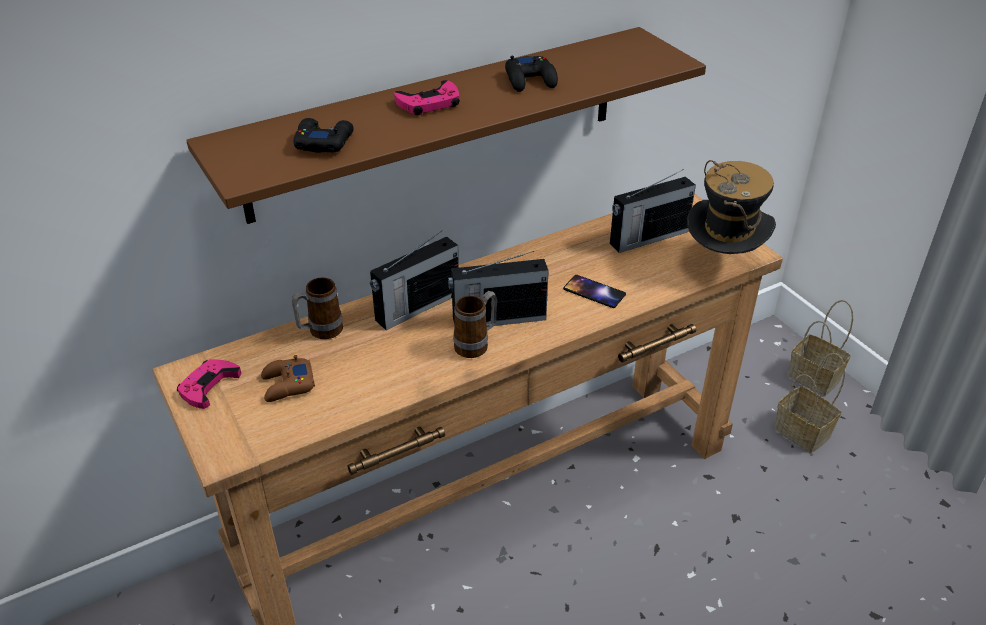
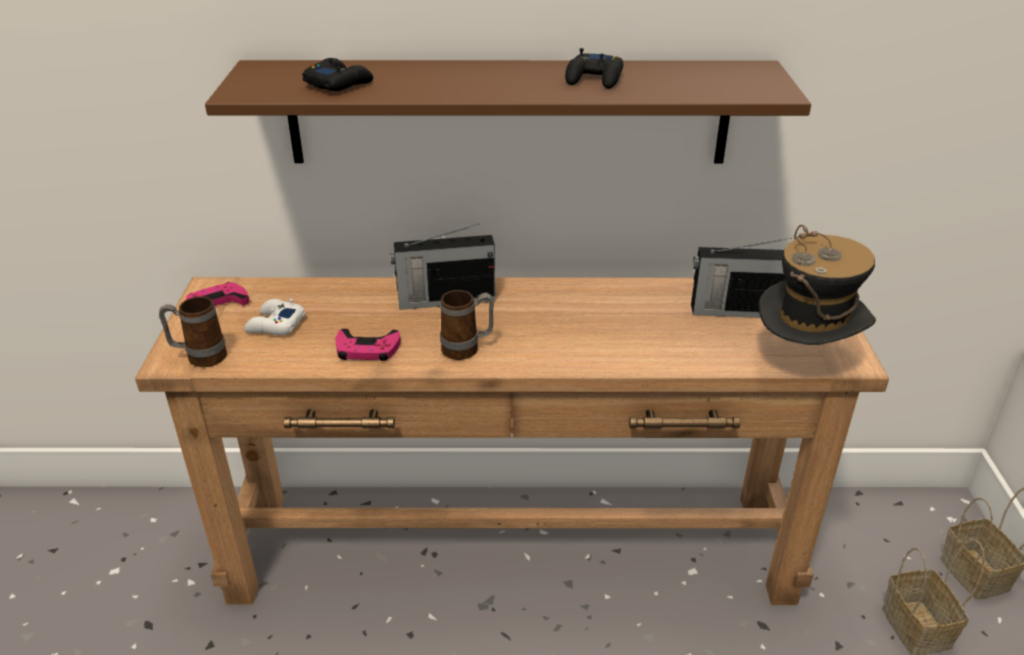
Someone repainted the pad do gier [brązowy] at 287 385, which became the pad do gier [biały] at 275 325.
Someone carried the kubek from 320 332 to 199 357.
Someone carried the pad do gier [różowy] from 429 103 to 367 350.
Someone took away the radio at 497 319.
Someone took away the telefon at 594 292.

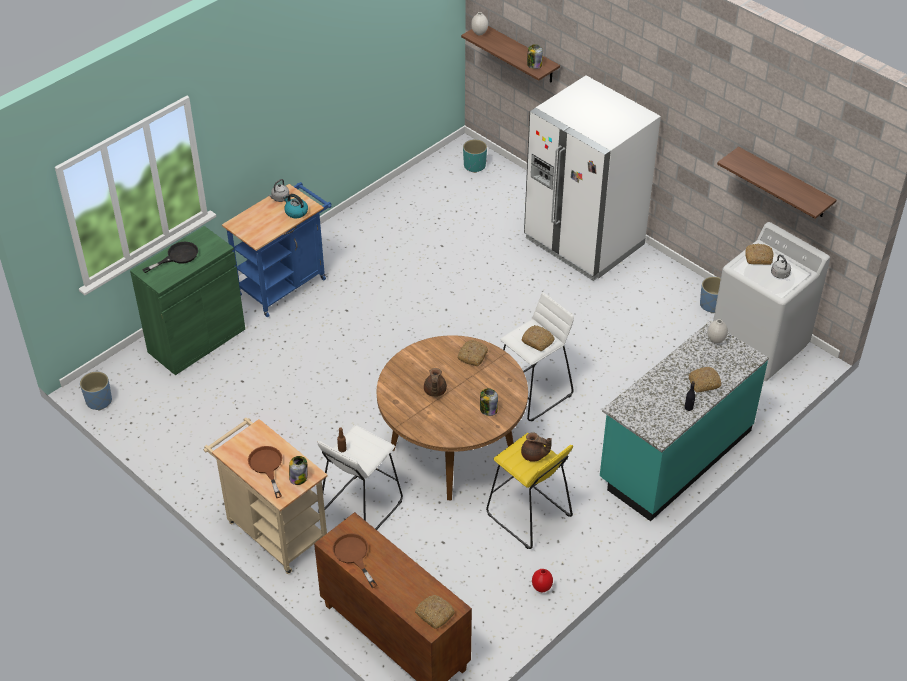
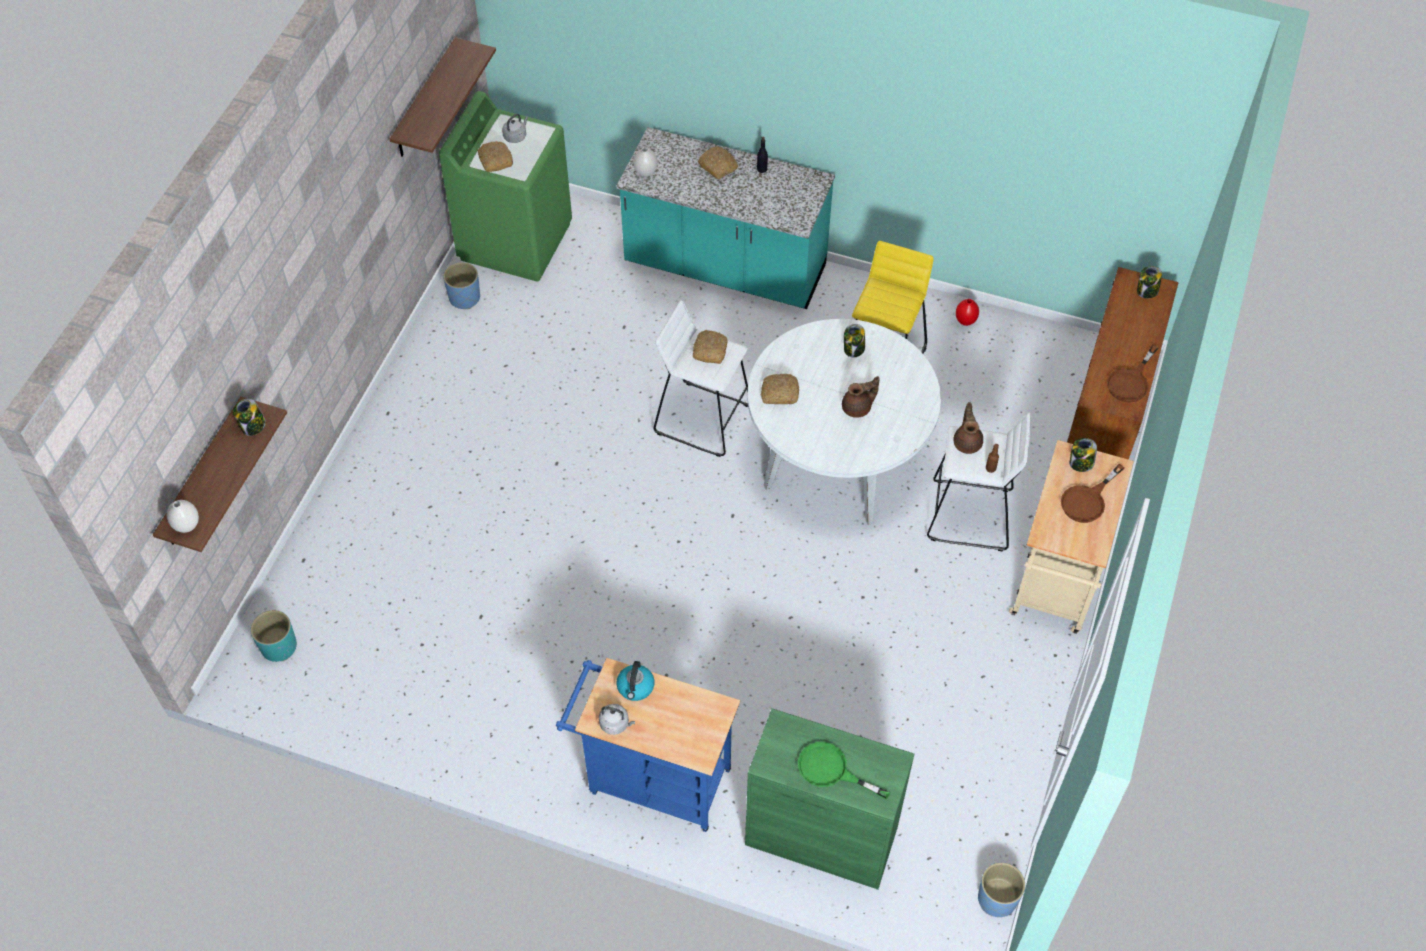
Someone repainted the patelnia [czarny] at 177 256, which became the patelnia [zielony] at 831 770.
Someone repainted the stół jadalny [brązowy] at 452 450, which became the stół jadalny [biały] at 836 462.
Someone swapped the chleb at 434 614 for the słoik at 1147 291.
Someone carried the imbryk [brązowy] from 534 455 to 967 442.
Someone took away the lodówka [biały] at 583 242.
Someone repainted the pralka [biały] at 759 346, which became the pralka [zielony] at 515 240.

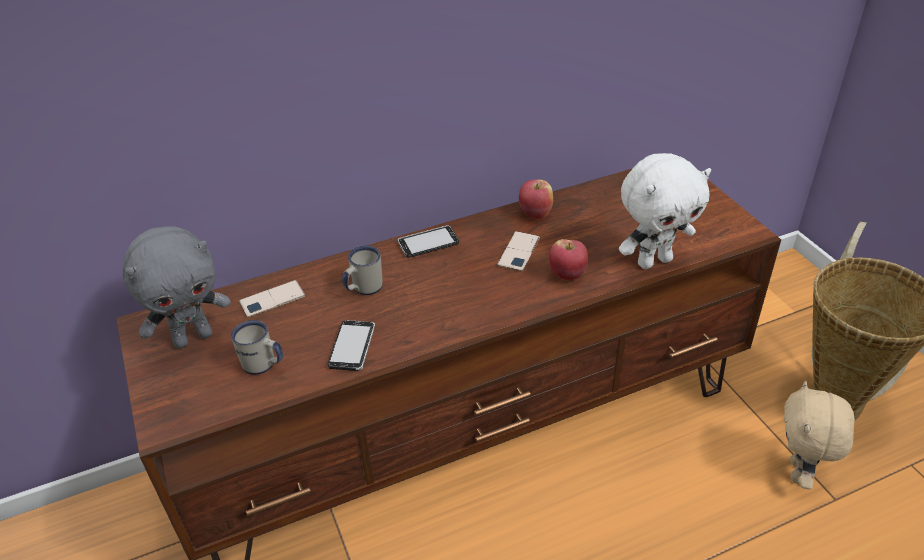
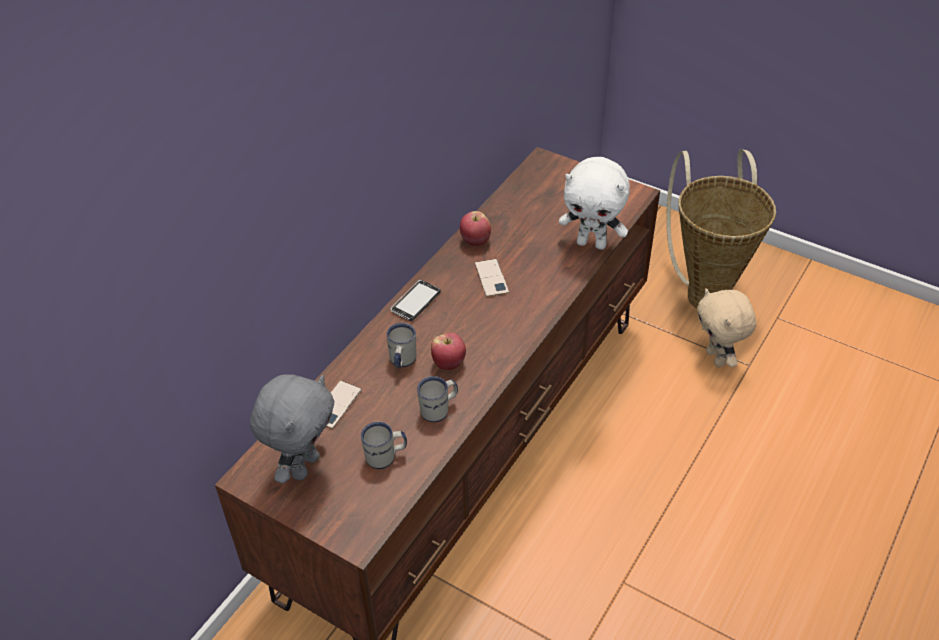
Someone swapped the telefon at 352 347 for the kubek [biały] at 439 409.
Someone carried the jabłko from 567 275 to 449 363.
Someone rotated the pluszak [biały] at 654 261 by 75 degrees clockwise.

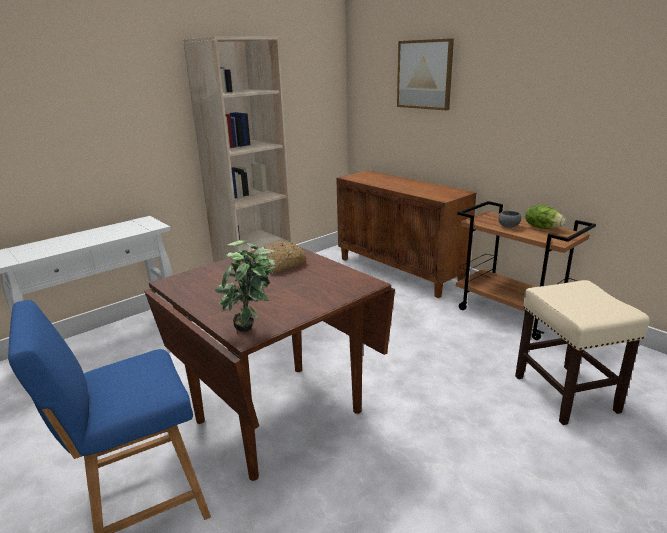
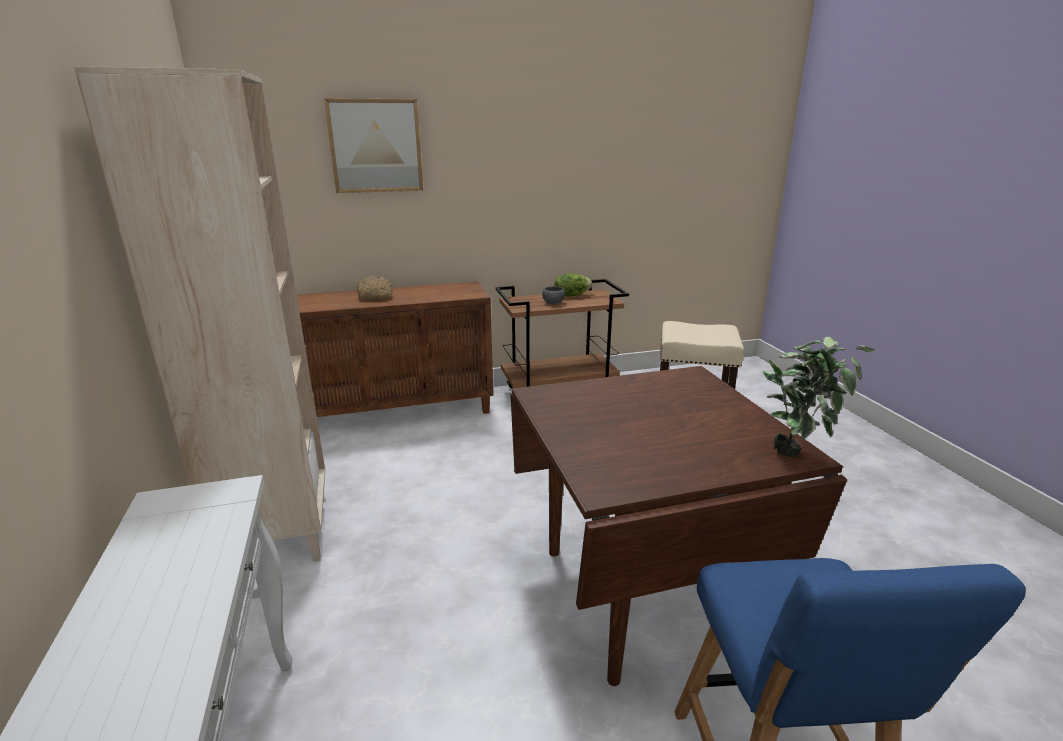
Someone carried the chleb from 281 264 to 376 296.

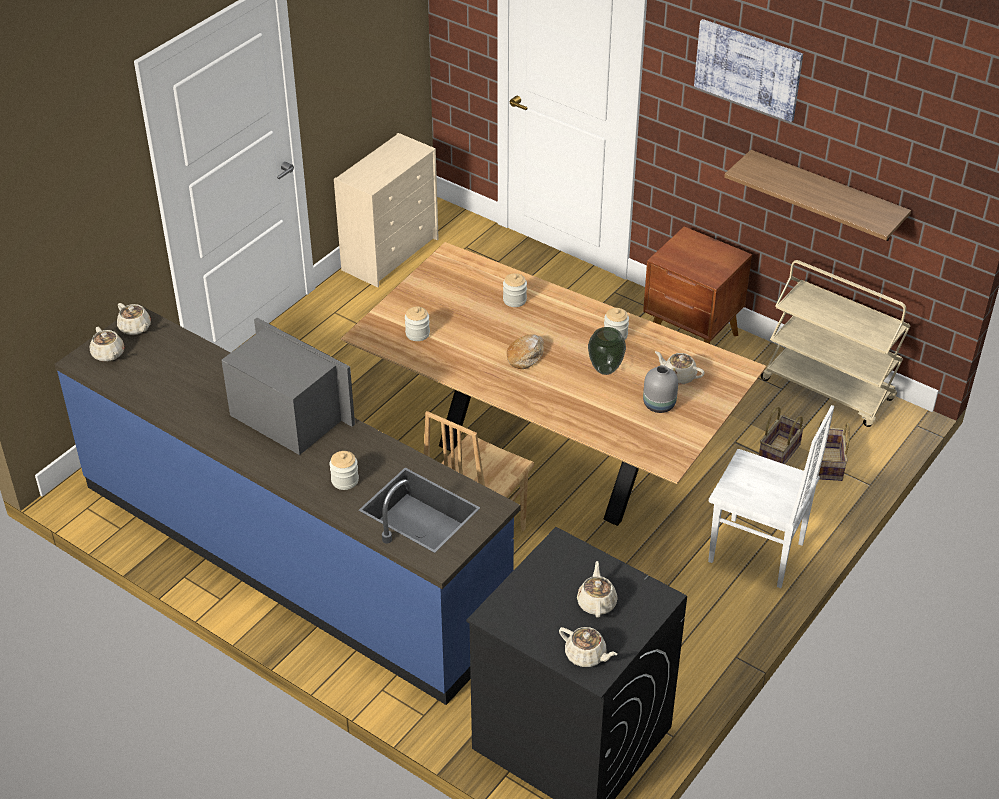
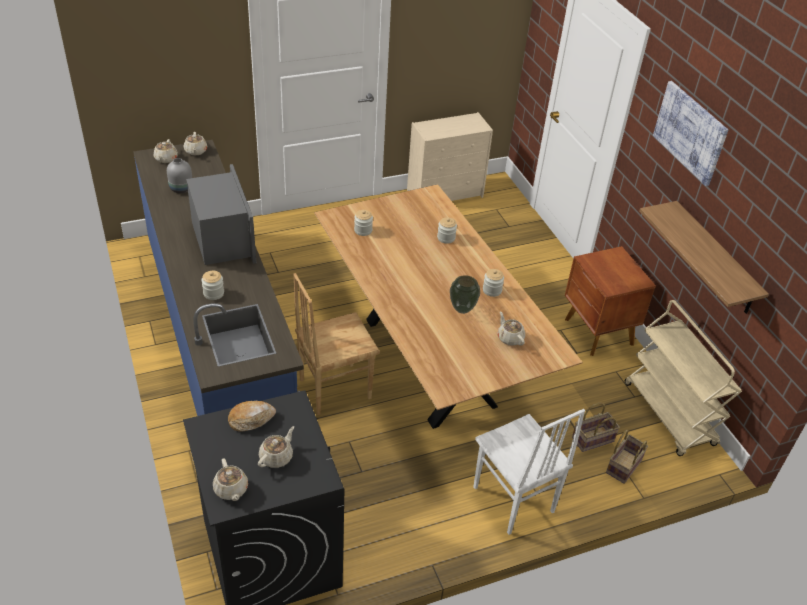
Someone carried the chleb from 526 356 to 251 419.
Someone carried the wazon [szary] from 660 405 to 181 189.

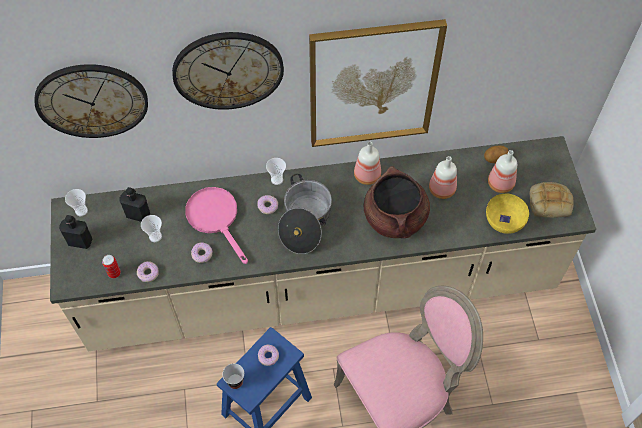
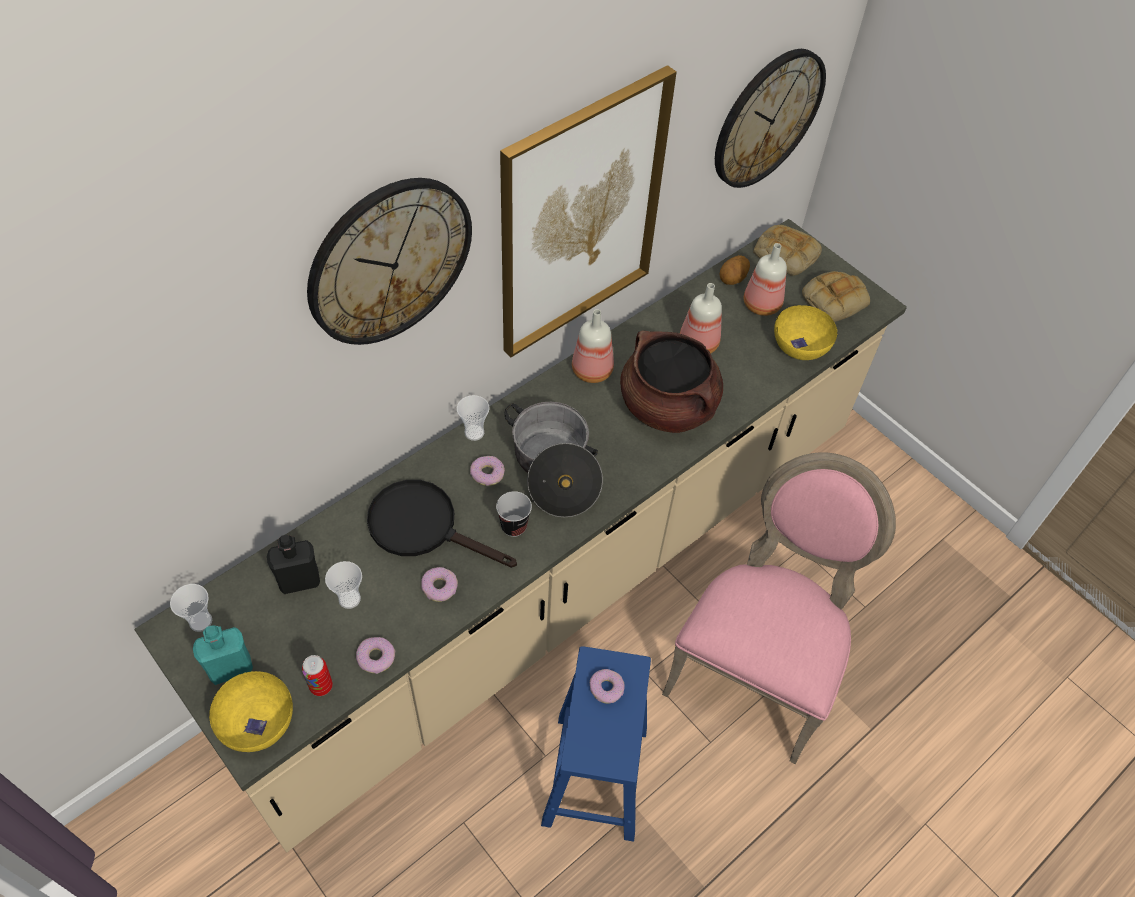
Someone carried the zegar ścienny from 92 100 to 767 118.
Someone repainted the butelka [czarny] at 80 241, which became the butelka [turkusowy] at 231 668.
Someone repainted the patelnia [różowy] at 216 218, which became the patelnia [czarny] at 424 526.
Someone carried the filiżanka from 235 382 to 514 526.
Someone put down the miska [żółty] at 258 722.
Someone put down the chleb at 784 254.

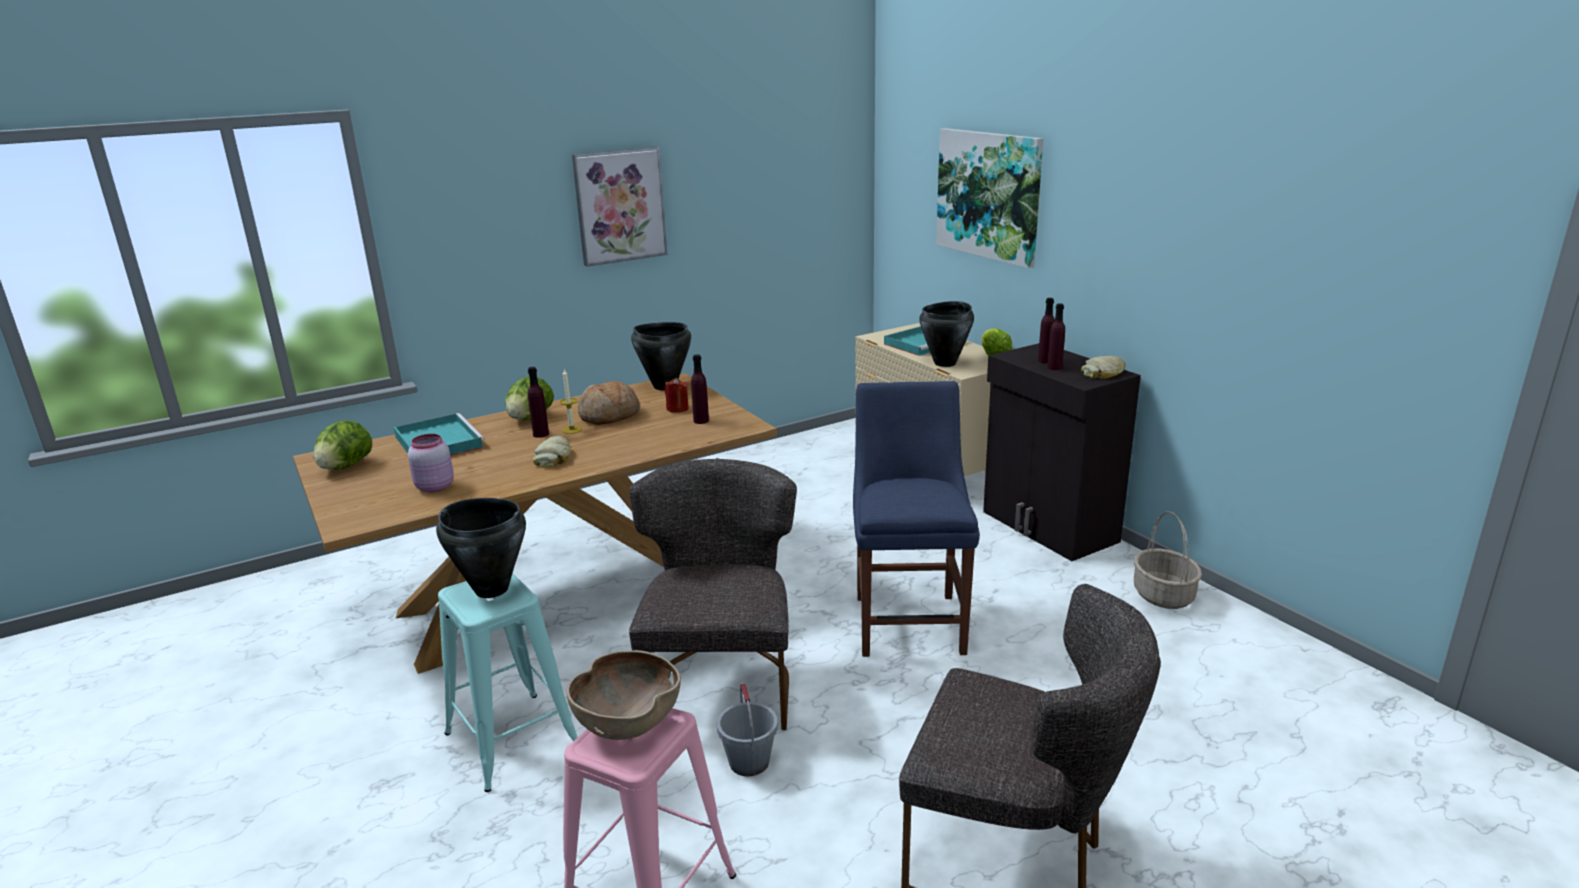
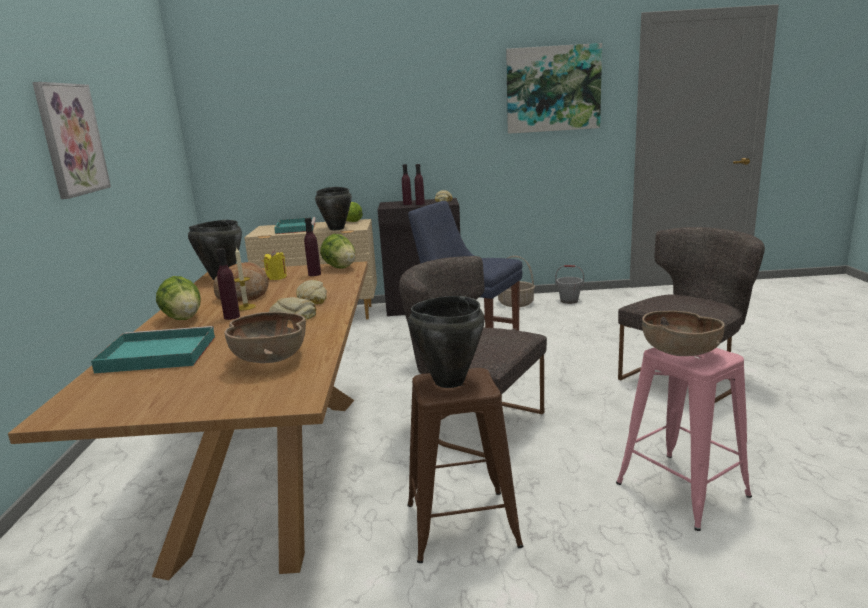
Someone carried the sałata from 345 466 to 340 267.
Someone swapped the słoik [różowy] at 434 486 for the miska [brązowy] at 270 359.
Someone repainted the stołek [turkusowy] at 512 740, which became the stołek [brązowy] at 462 525.
Someone repainted the świeca [czerwony] at 677 409, which became the świeca [żółty] at 277 277.
Someone carried the wiadro [szary] from 749 762 to 569 301.
Someone carried the obraz from 989 195 to 553 89.
Someone put down the chleb at 312 299.

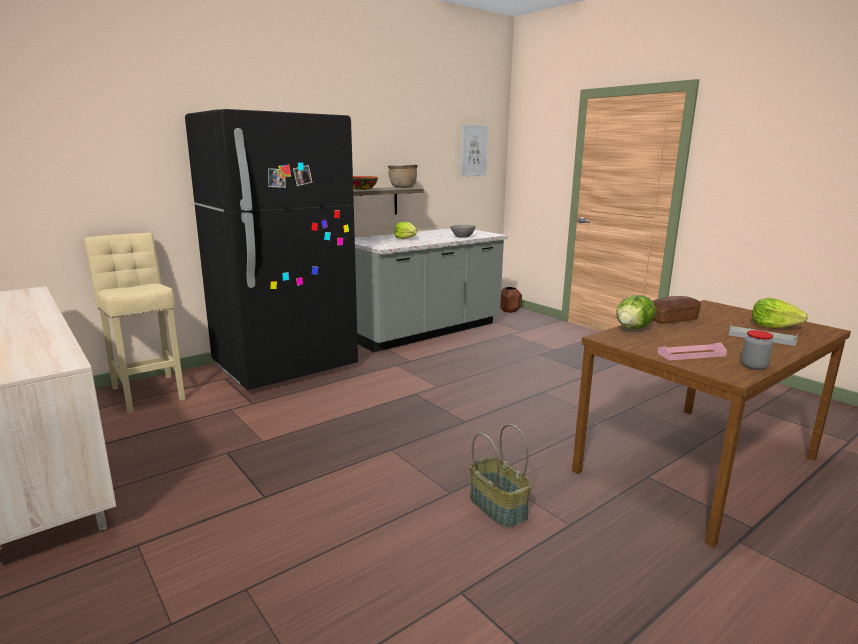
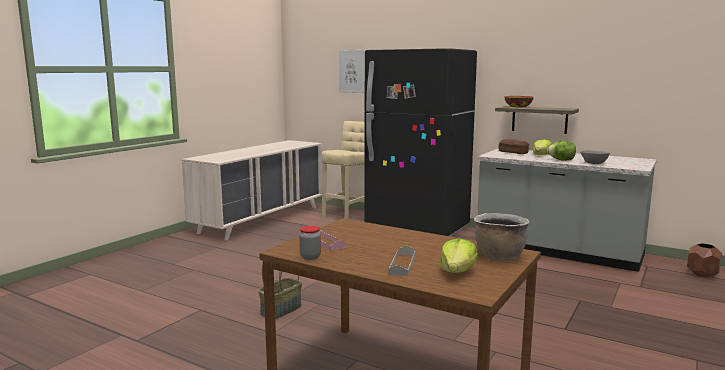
Someone carried the garnek [brązowy] from 402 187 to 499 256.
Someone carried the obraz from 474 150 to 351 71.
Someone carried the sałata from 633 328 to 561 160.
Someone carried the chleb from 672 319 to 513 152.

